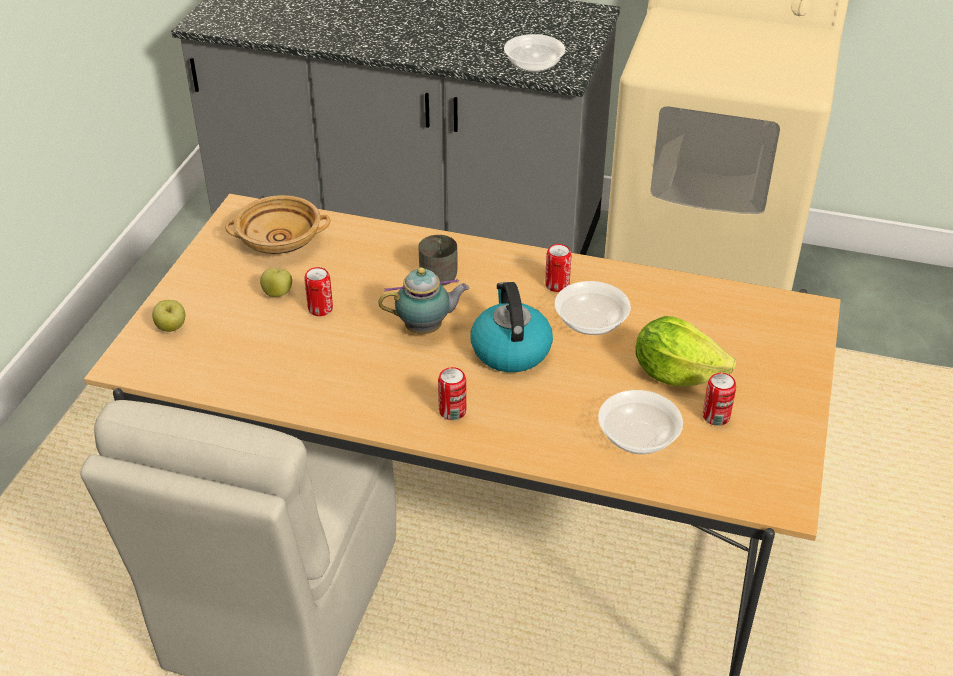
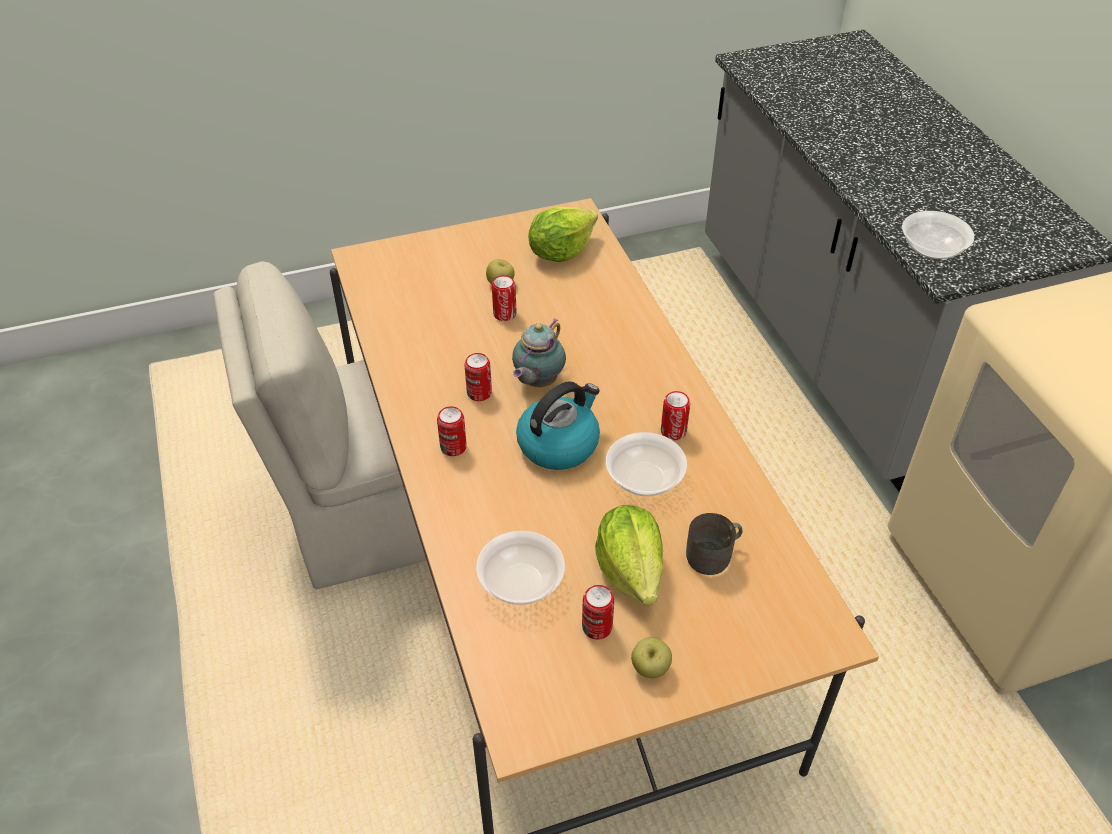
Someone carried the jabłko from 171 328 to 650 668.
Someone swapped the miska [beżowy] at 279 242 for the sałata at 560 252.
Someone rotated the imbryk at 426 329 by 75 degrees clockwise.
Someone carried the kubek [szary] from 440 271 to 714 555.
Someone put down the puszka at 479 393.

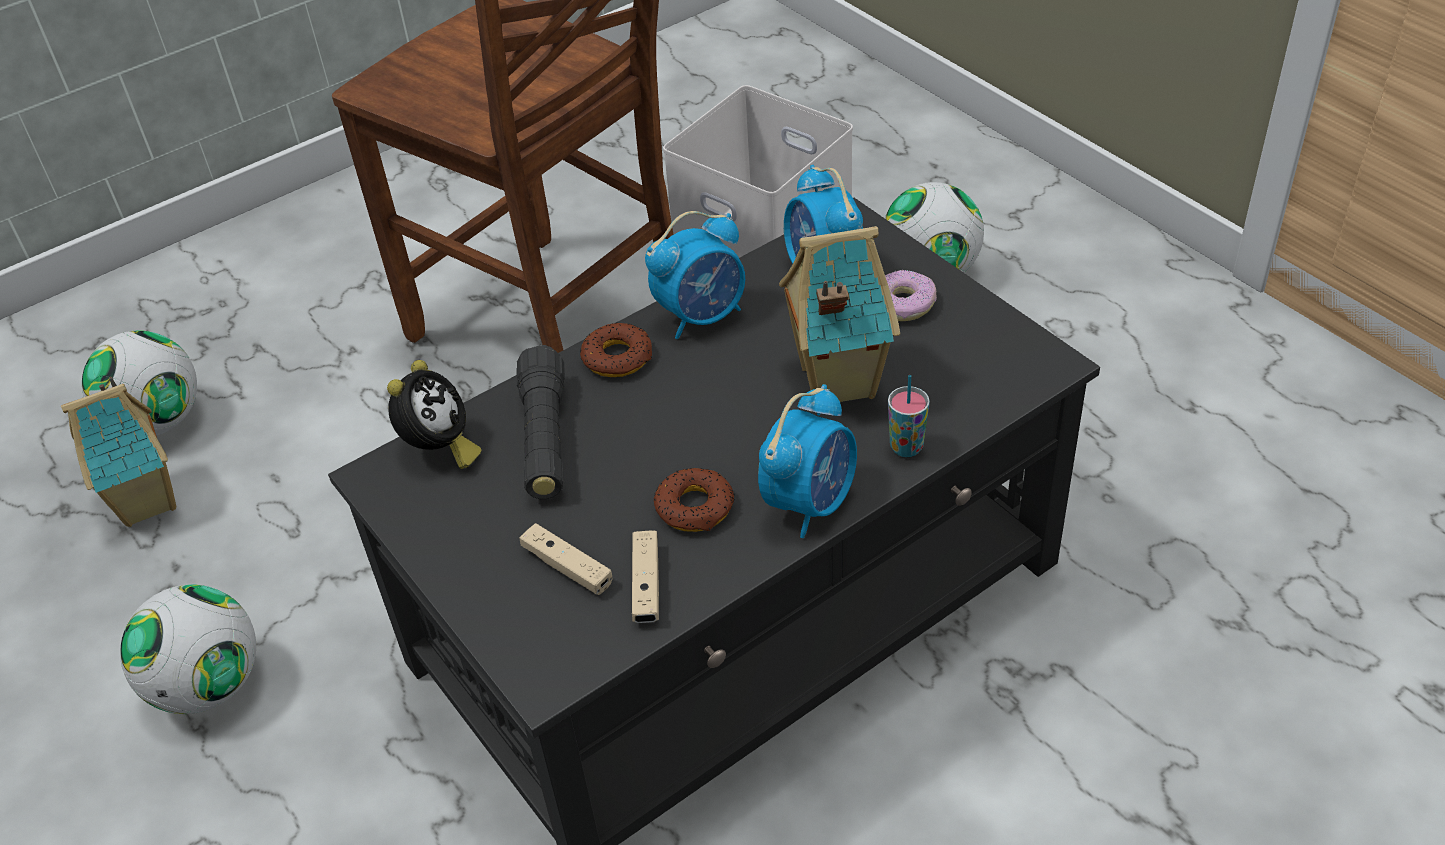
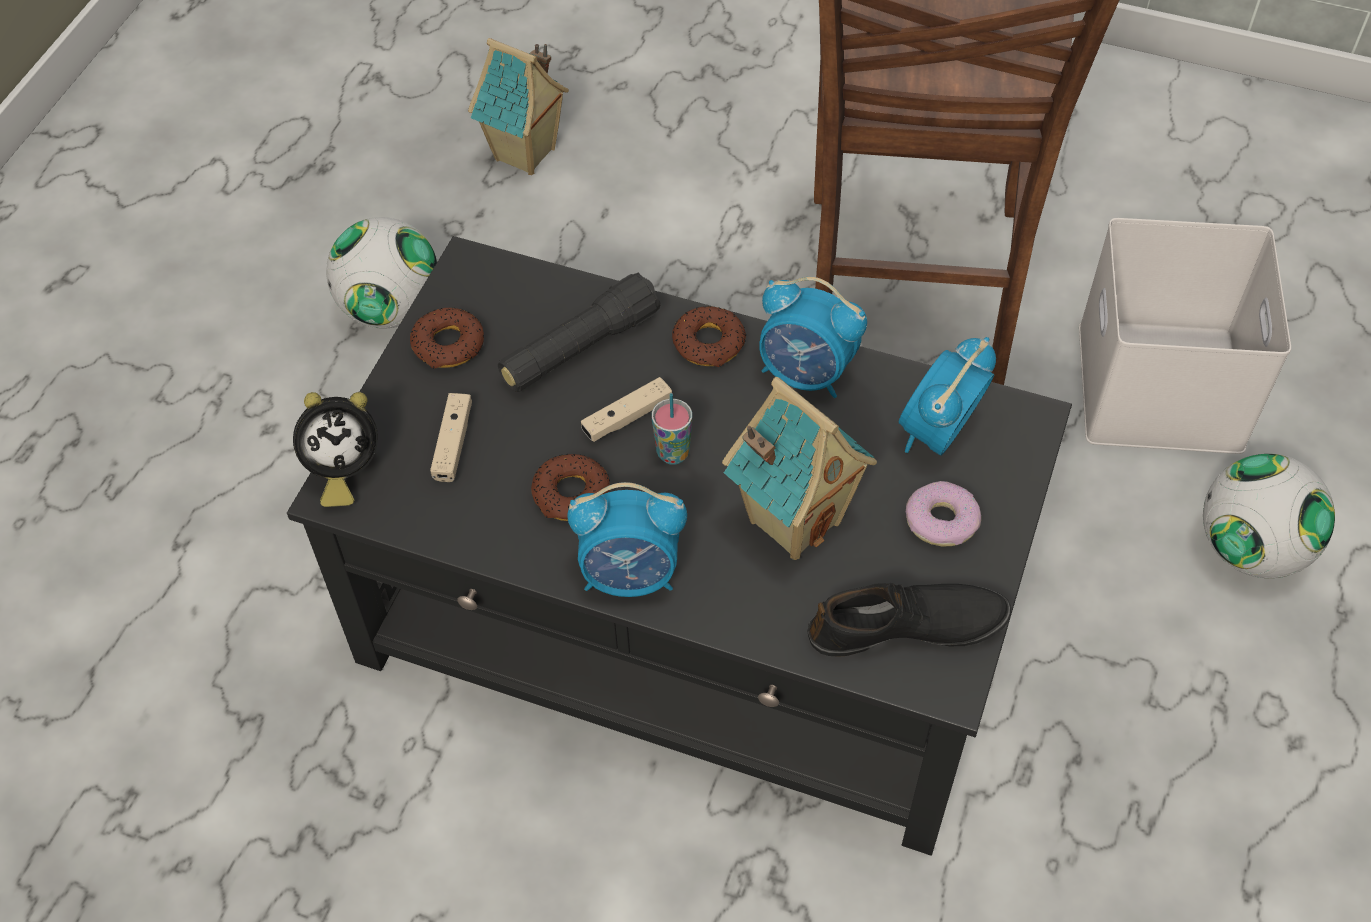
Someone took away the piłka futbolowa at 157 422.
Someone carried the budzik from 439 449 to 342 471.
Someone carried the pad do gier [beżowy] from 646 585 to 627 417.
Someone carried the filiżanka from 906 447 to 673 453.
Someone put down the donut at 448 344.
Someone put down the but [czarny] at 907 628.

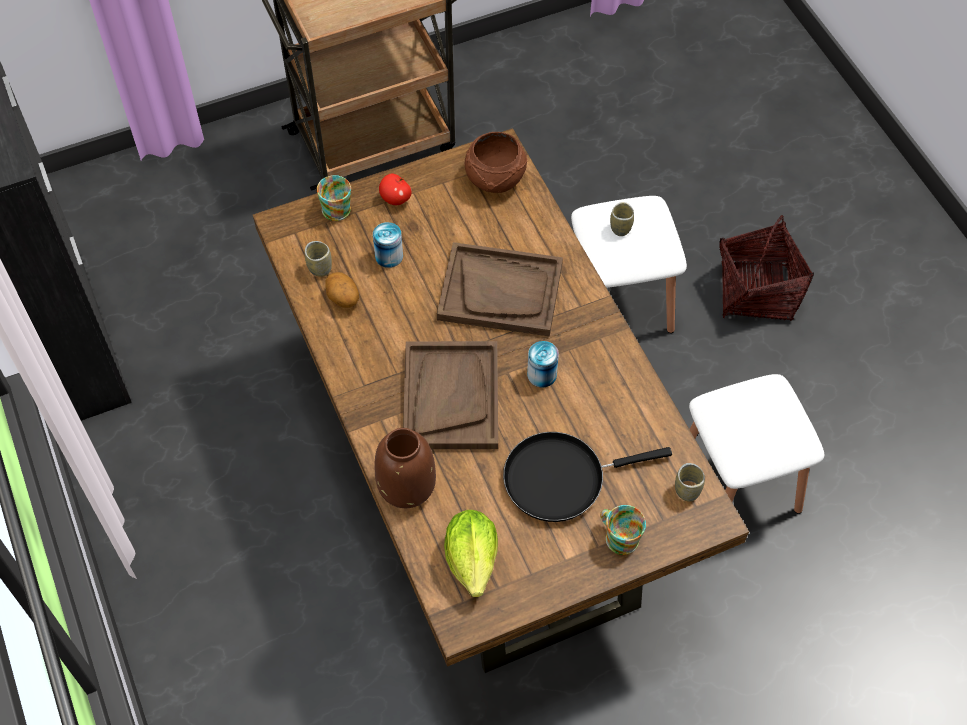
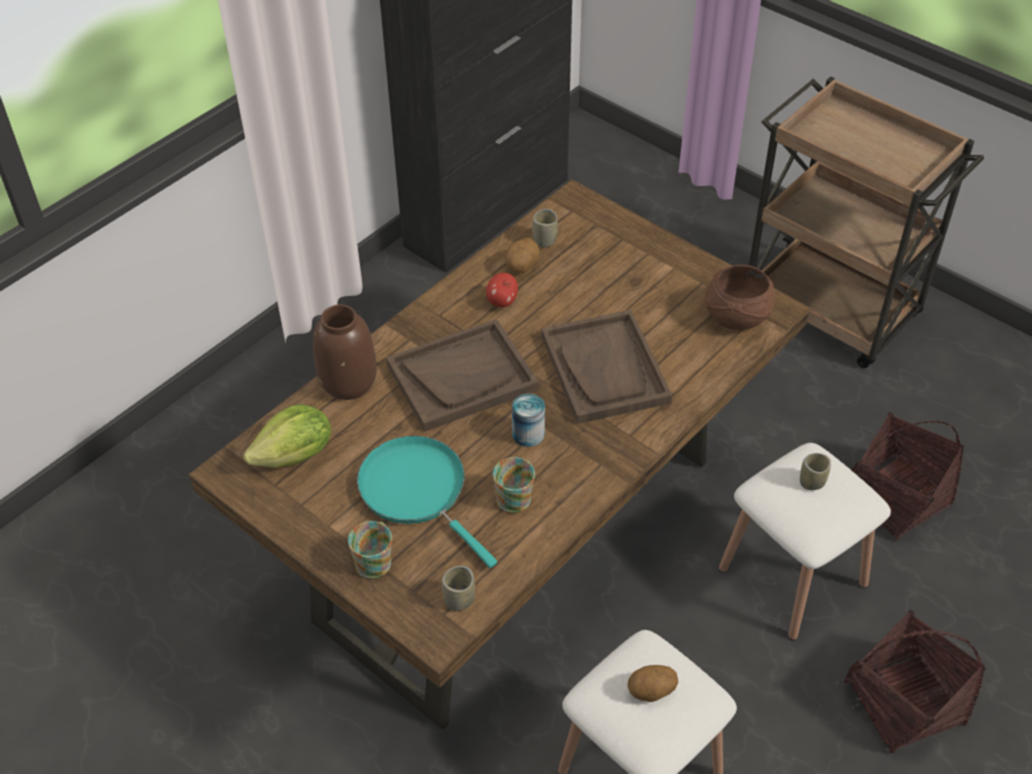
Someone carried the kubek from 334 207 to 517 495.
Someone took away the puszka at 389 256.
Someone carried the jabłko from 395 199 to 502 301.
Someone repainted the patelnia [czarny] at 561 478, which became the patelnia [turkusowy] at 417 490.
Someone put down the ziemniak at 651 692.
Someone put down the koszyk at 895 497.

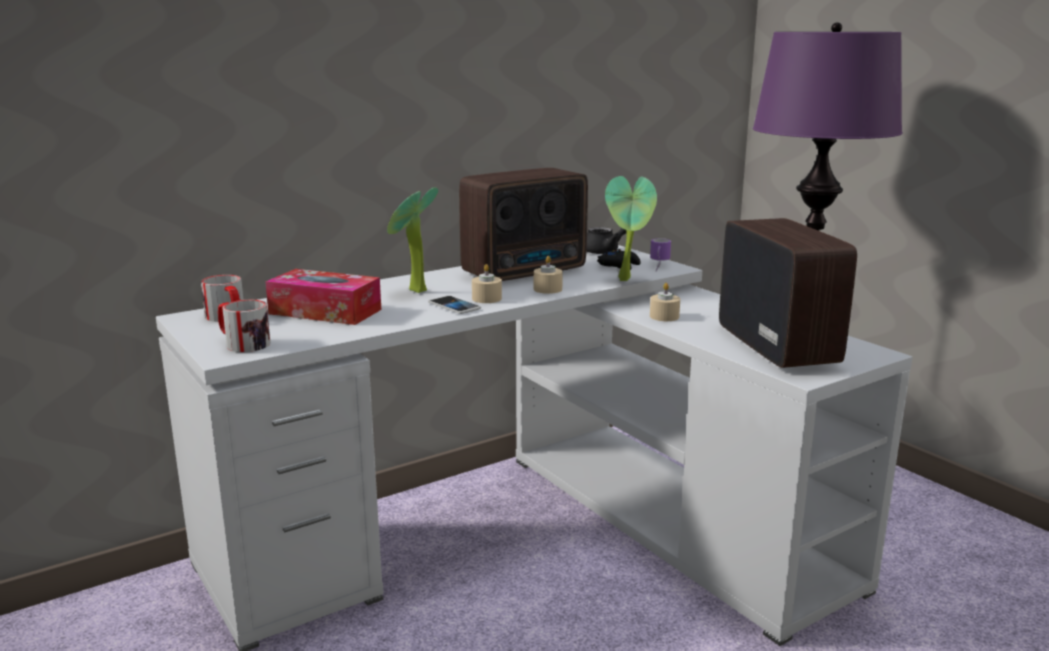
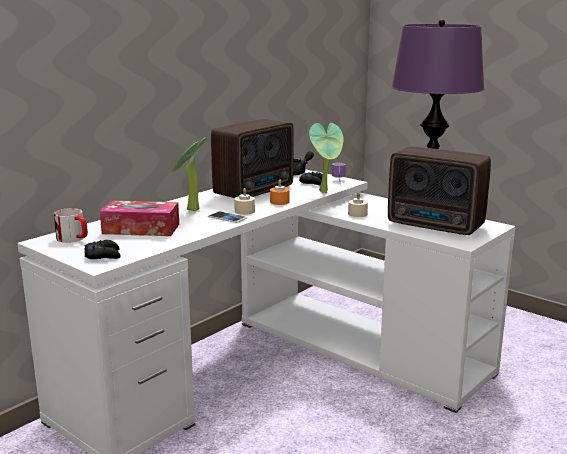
Someone swapped the kubek at 243 343 for the pad do gier [czarny] at 103 255.
Someone repainted the świeca [beżowy] at 547 289, which became the świeca [pomarańczowy] at 279 202.
Someone rotated the radio at 777 345 by 150 degrees clockwise.

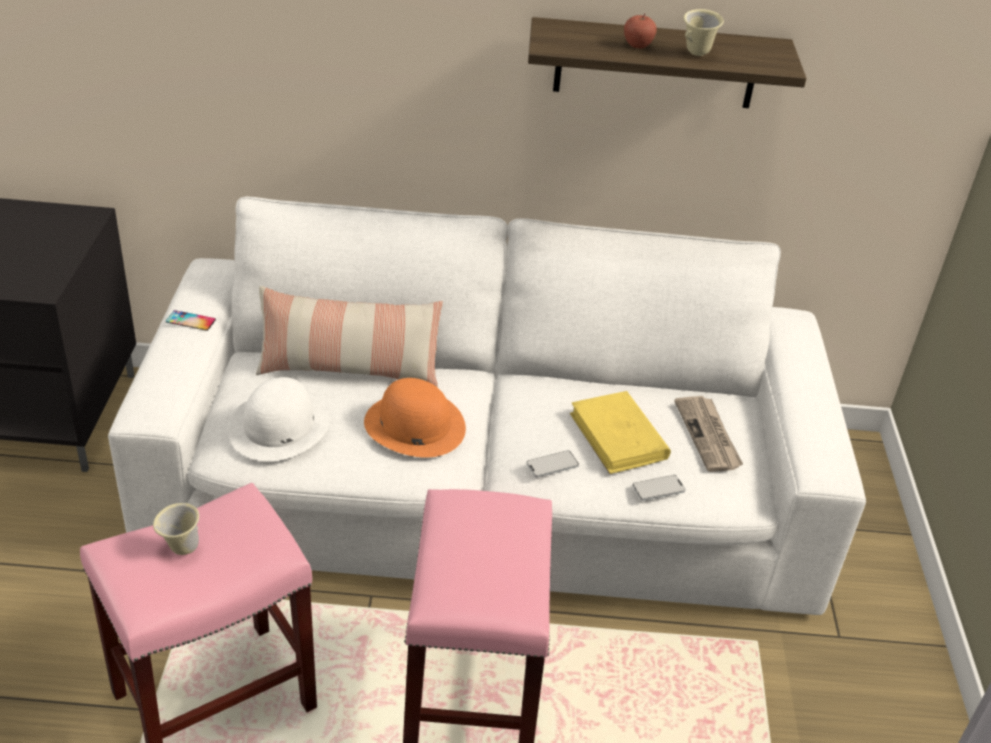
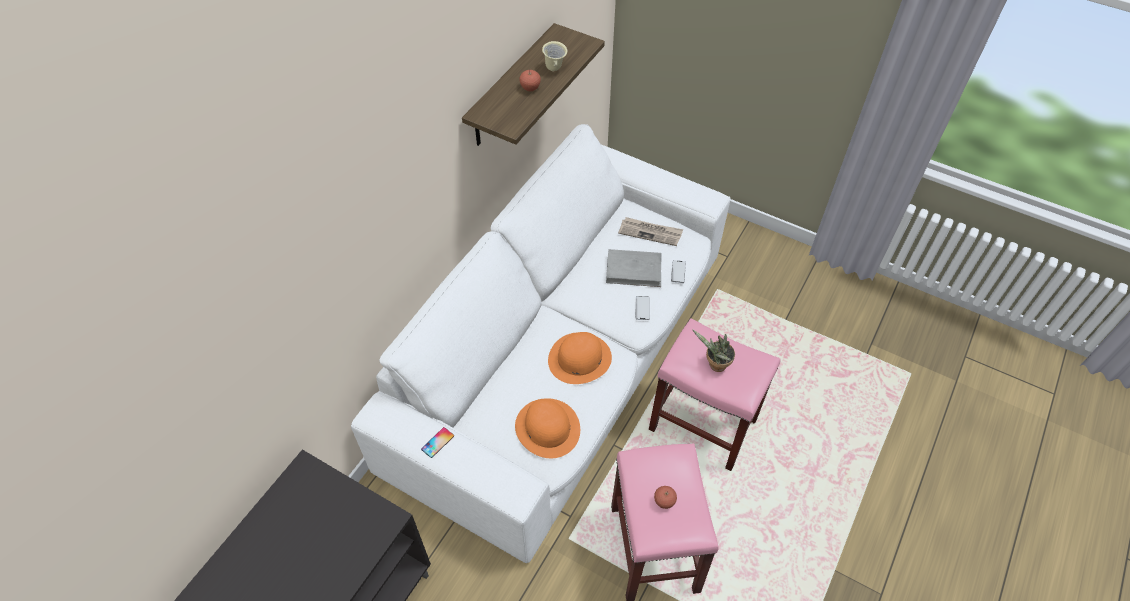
Someone swapped the kubek [beżowy] at 180 549 for the jabłko at 664 501.
Someone repainted the kapelusz [biały] at 279 426, which became the kapelusz [pomarańczowy] at 548 428.
Someone took away the poduszka at 349 369.
Someone repainted the książka [żółty] at 618 436, which became the książka [szary] at 634 270.
Someone put down the roślina doniczkowa at 715 365.

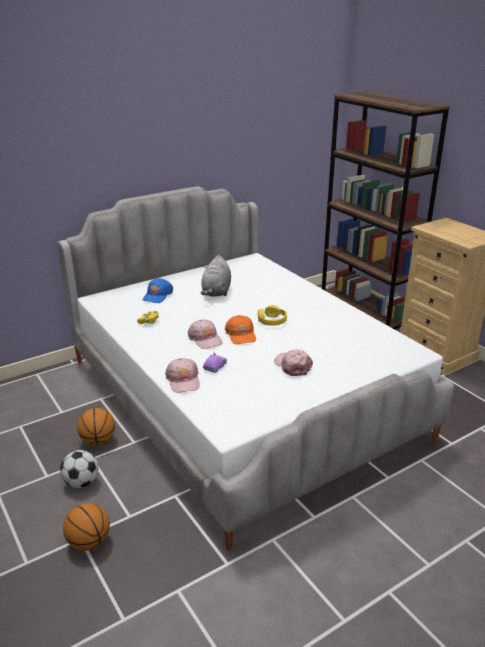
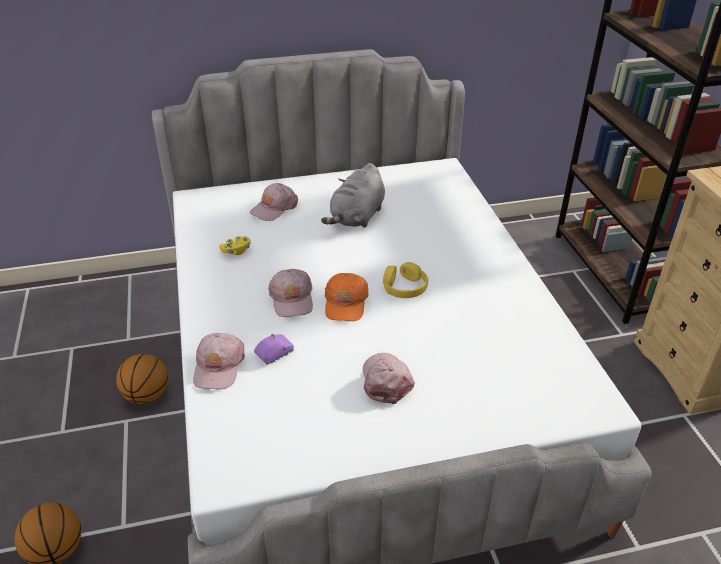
Someone took away the piłka futbolowa at 81 482.
Someone repainted the czapka z daszkiem [niebieski] at 157 295, which became the czapka z daszkiem [różowy] at 274 208.

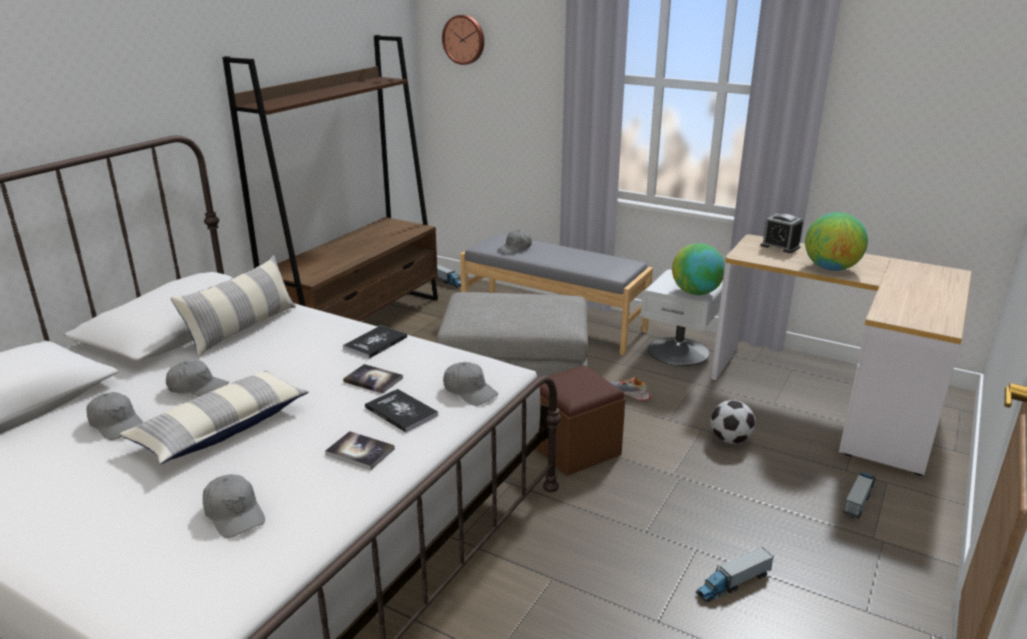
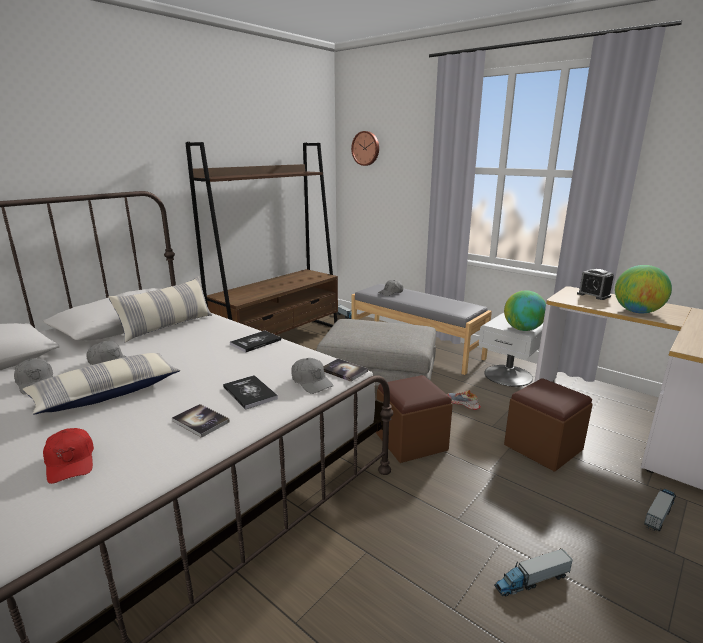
Someone repainted the czapka z daszkiem [szary] at 234 513, which became the czapka z daszkiem [czerwony] at 71 462.
Someone carried the książka from 373 380 to 344 371.
Someone swapped the piłka futbolowa at 730 439 for the pufa [brązowy] at 543 447.

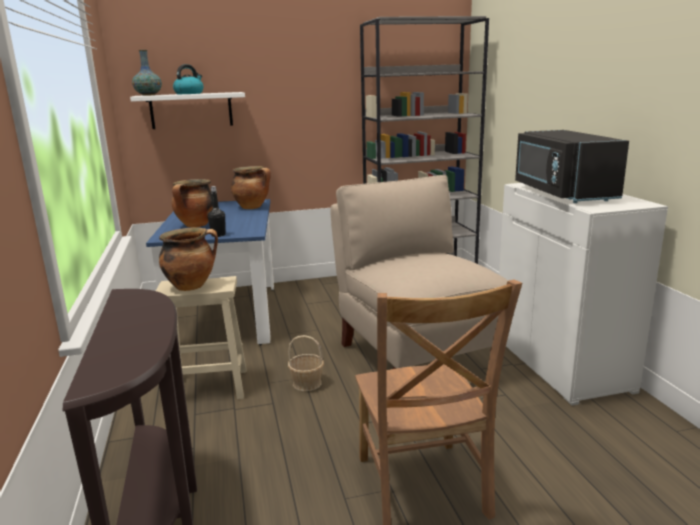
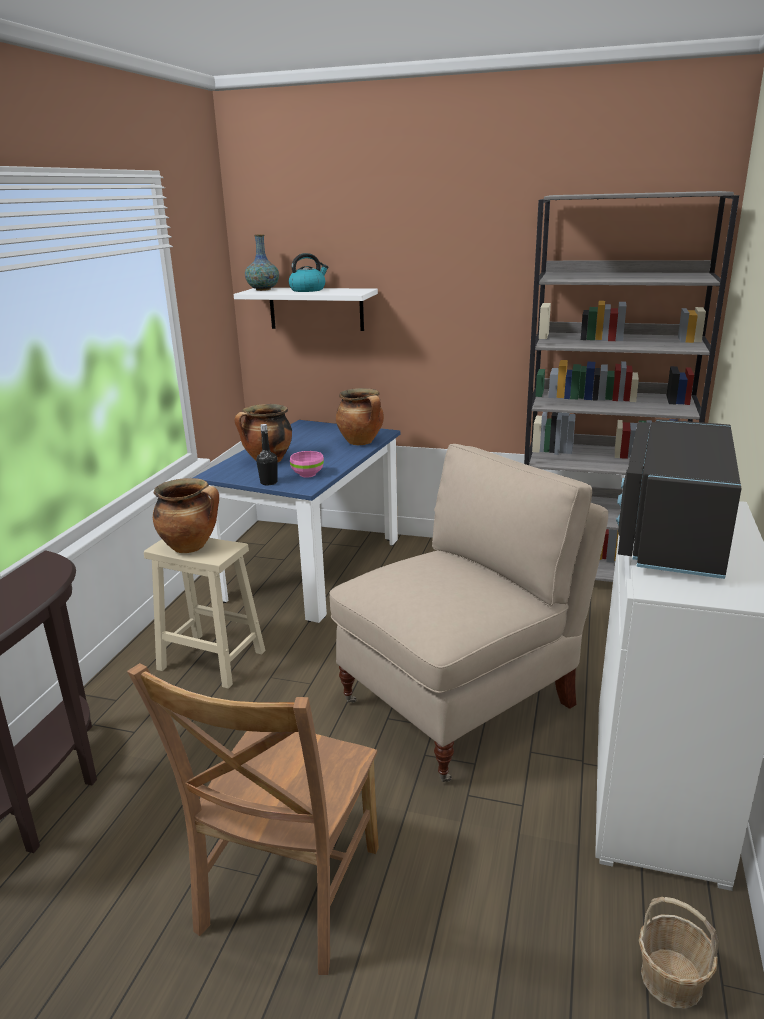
Someone carried the koszyk from 307 383 to 671 979.
Someone rotated the krzesło [beżowy] at 415 358 by 45 degrees clockwise.
Someone put down the miska [różowy] at 308 474.

